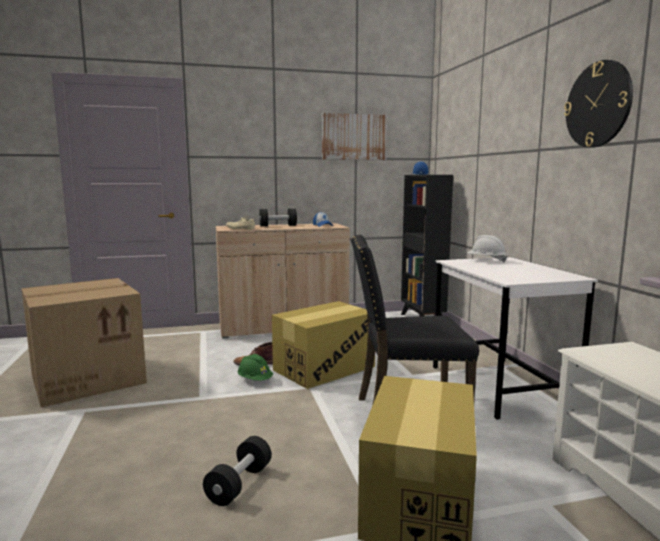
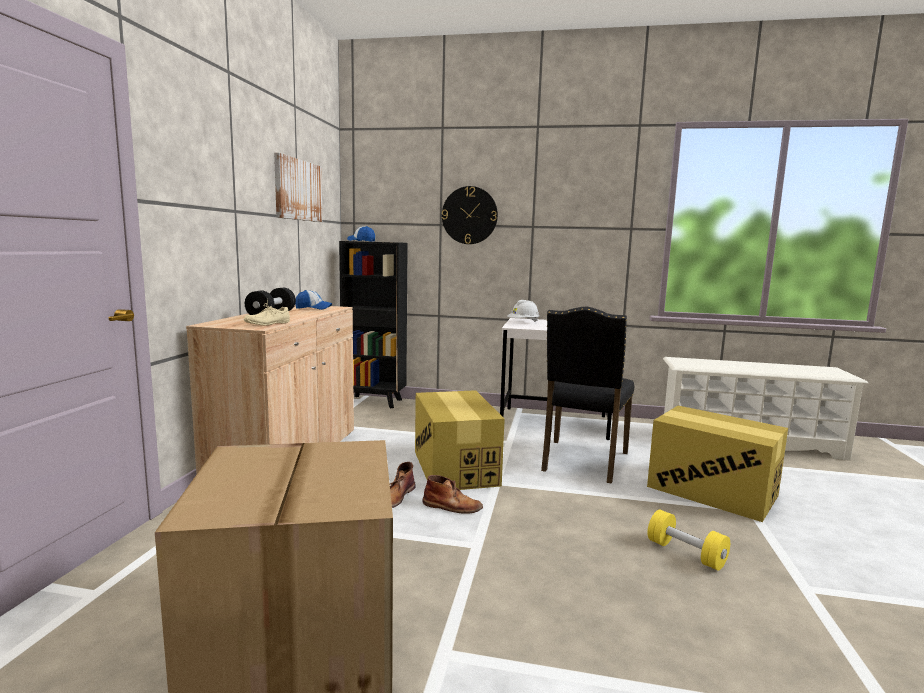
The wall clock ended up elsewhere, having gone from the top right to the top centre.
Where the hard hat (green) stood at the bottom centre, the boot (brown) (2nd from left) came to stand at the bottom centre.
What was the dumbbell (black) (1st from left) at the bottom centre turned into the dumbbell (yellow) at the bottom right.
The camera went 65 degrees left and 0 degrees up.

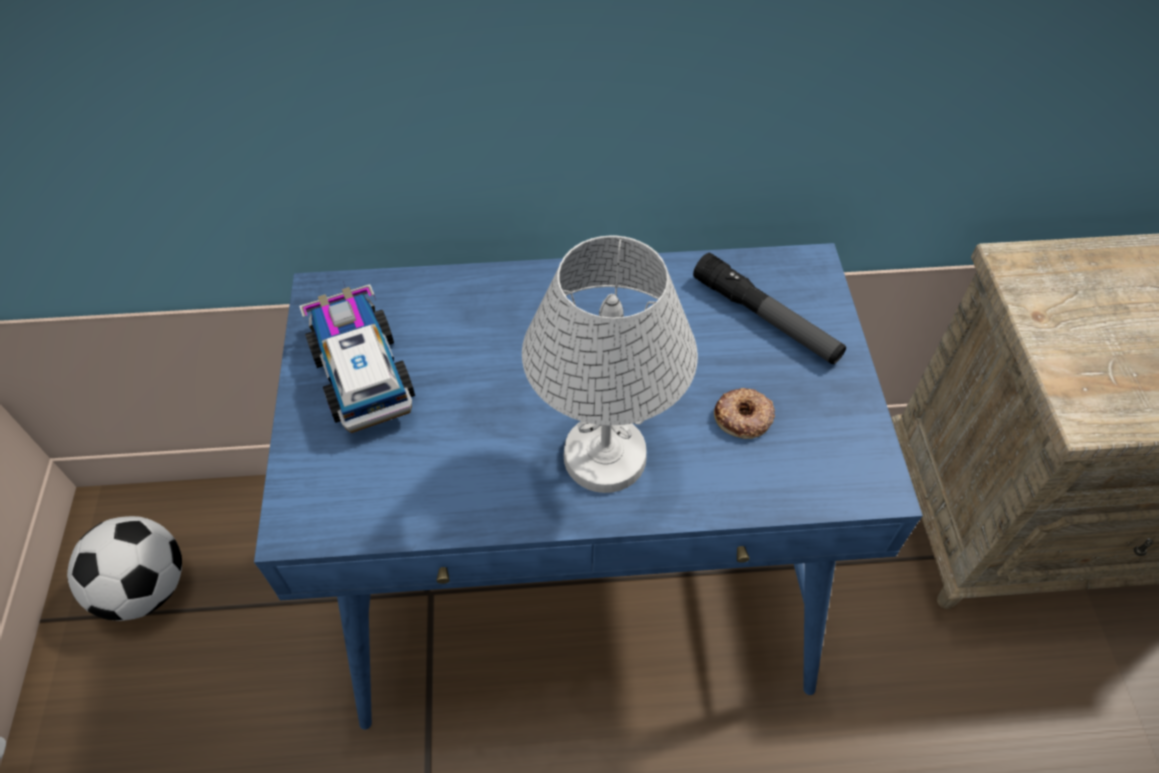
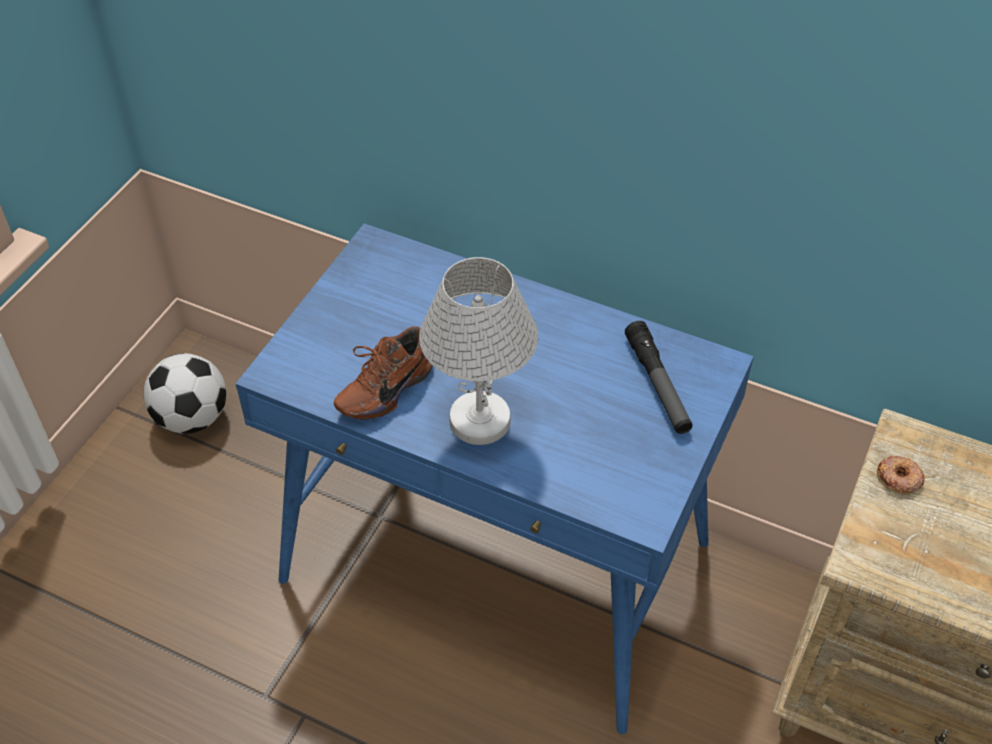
The second view lost the toy truck at the middle left.
The second view gained the shoe (brown) at the centre.
The donut ended up elsewhere, having gone from the centre to the middle right.
The camera went 30 degrees right and 5 degrees down.

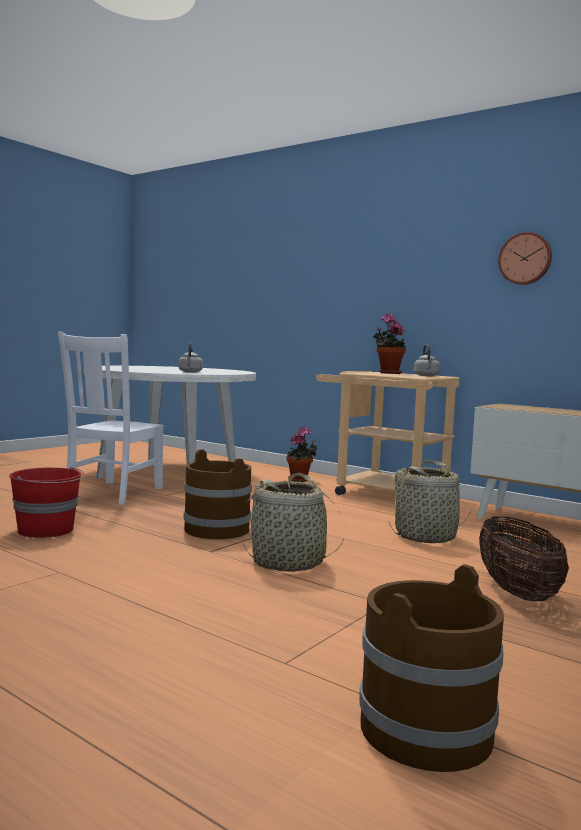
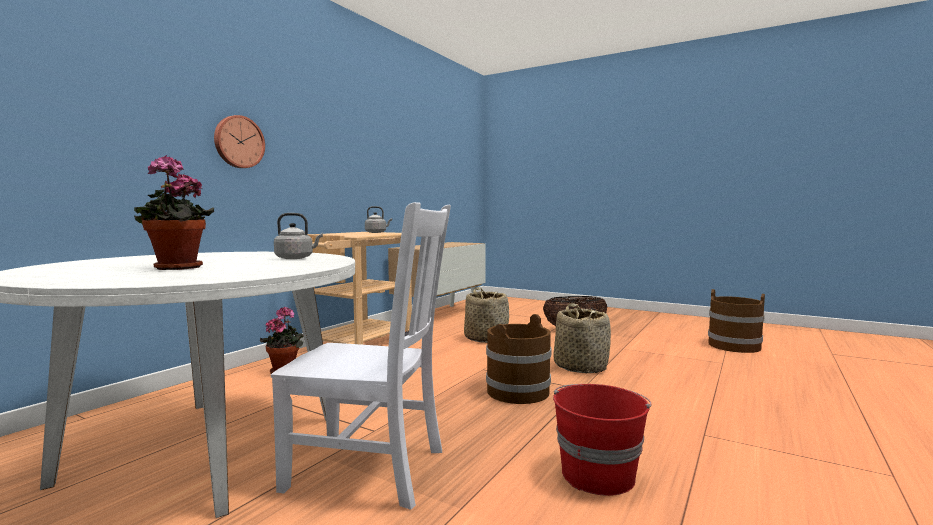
The potted plant (2nd from left in the first image) ended up elsewhere, having gone from the middle right to the middle left.
The wall clock ended up elsewhere, having gone from the top right to the top left.
The camera went 95 degrees left and 0 degrees up.

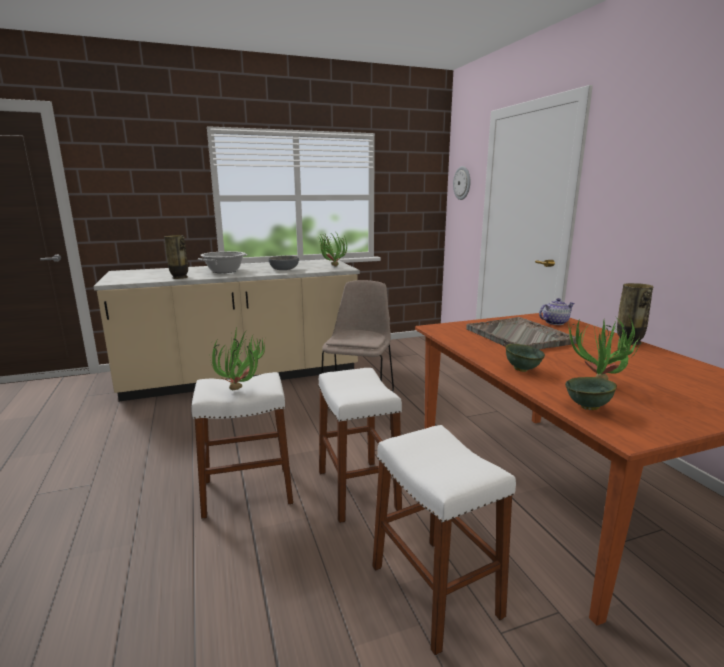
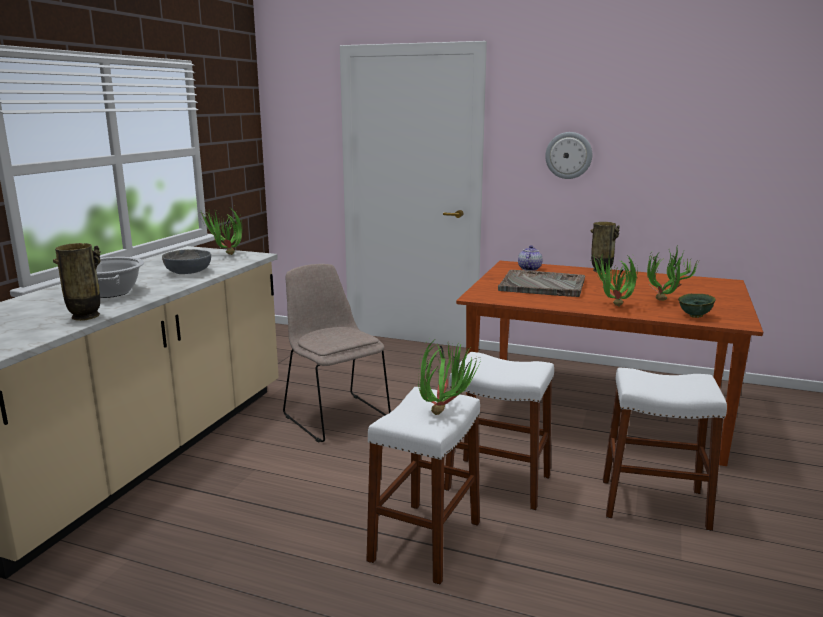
The wall clock ended up elsewhere, having gone from the top centre to the top right.
Where the bowl (green) (1st from left) stood at the middle right, the potted plant (3rd from left) came to stand at the middle right.
The camera went 50 degrees left and 0 degrees up.

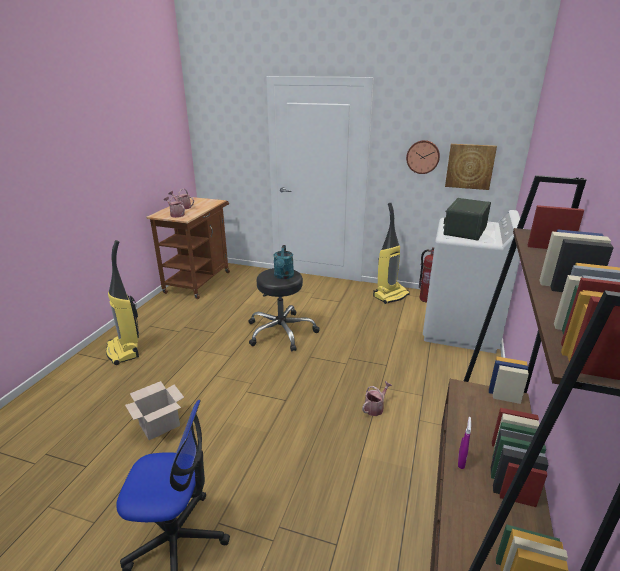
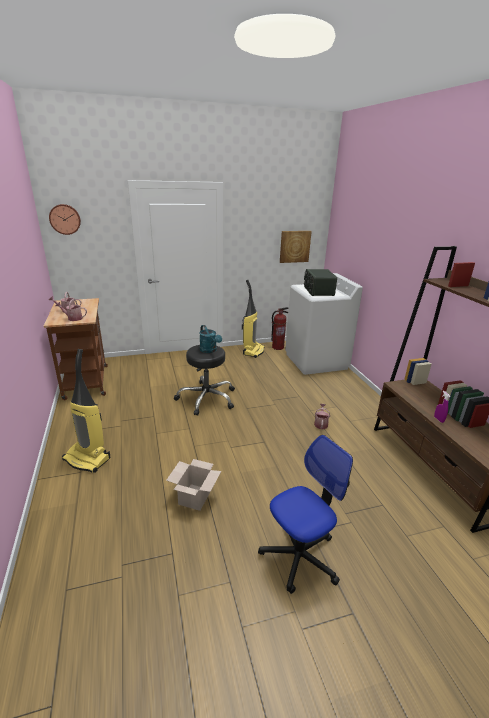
The wall clock ended up elsewhere, having gone from the top right to the top left.
The camera went 35 degrees left and 0 degrees up.

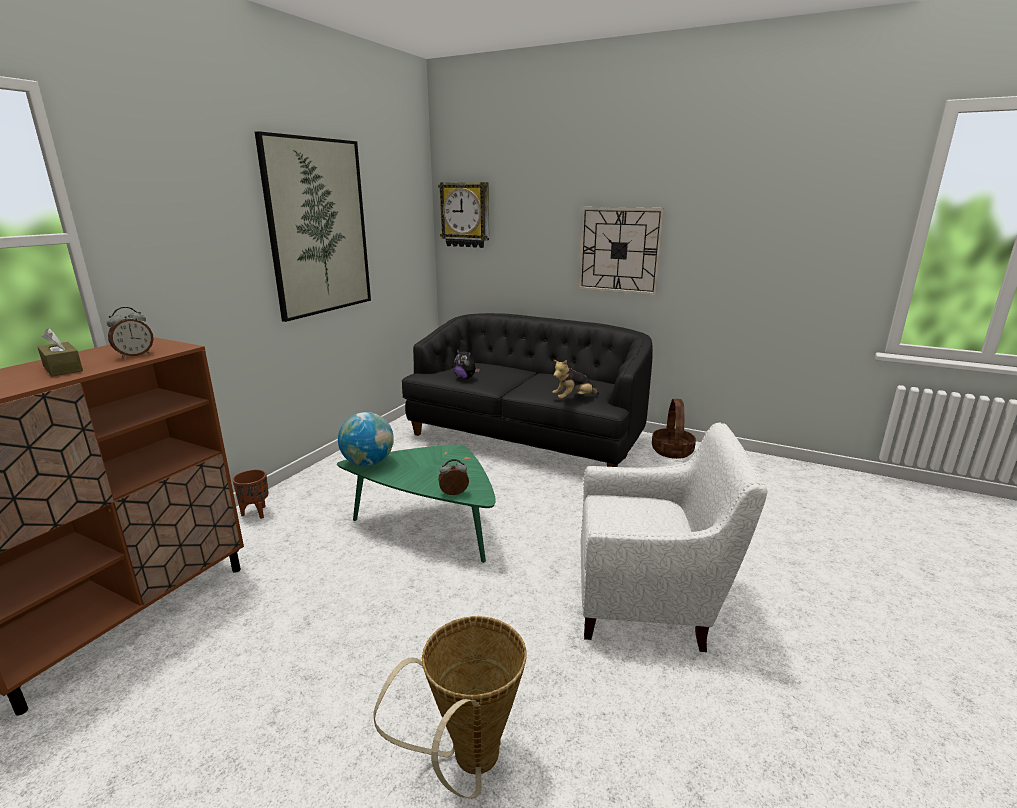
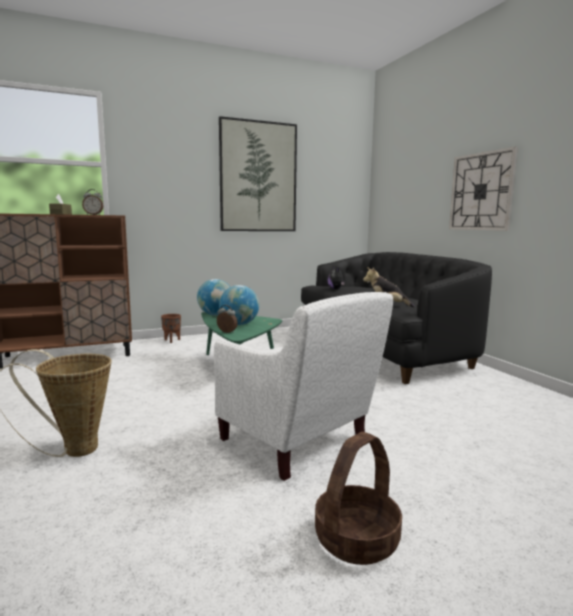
The second view lost the wall clock (1st from left) at the top centre.
The second view gained the globe (2nd from left) at the centre.
The basket (2nd from left) ended up elsewhere, having gone from the centre to the bottom centre.
The camera went 40 degrees right and 10 degrees down.

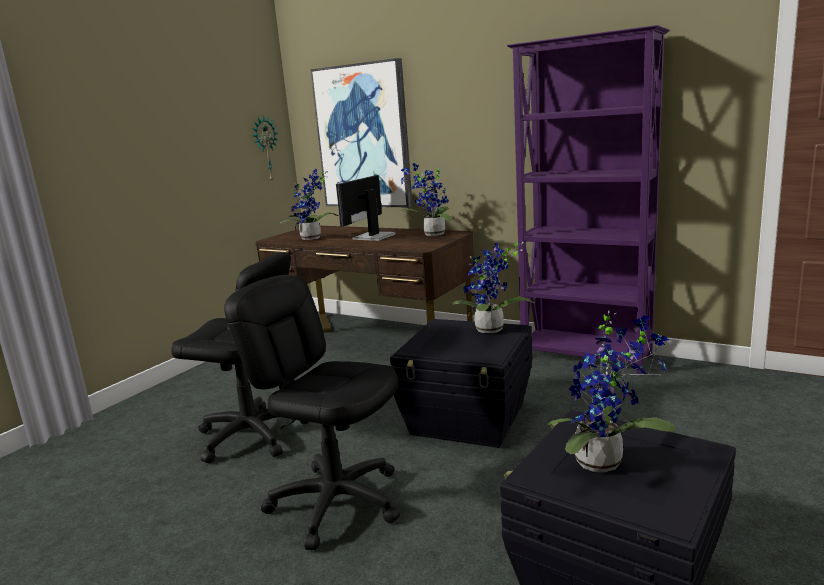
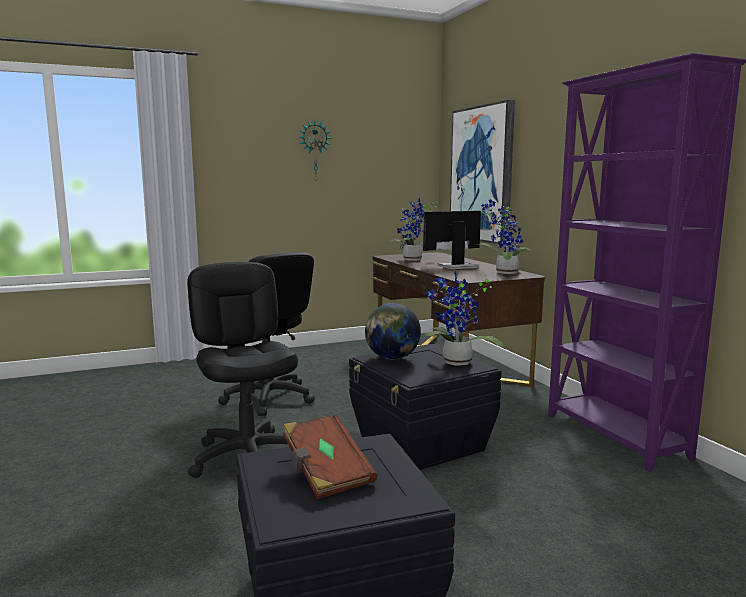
The second view gained the globe at the centre.
The wall clock ended up elsewhere, having gone from the top left to the top centre.
Where the potted plant (4th from left) stood at the bottom right, the book (brown) came to stand at the bottom centre.
The camera went 35 degrees right and 5 degrees down.

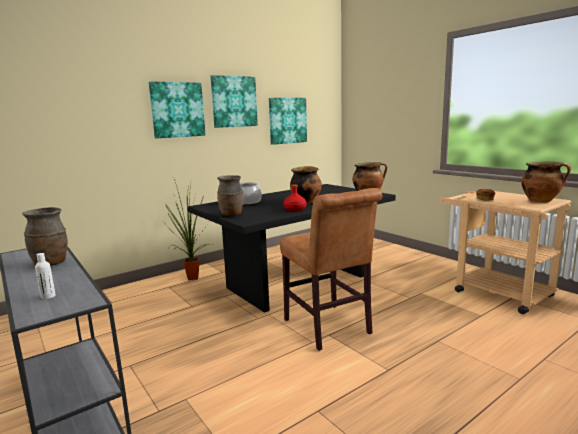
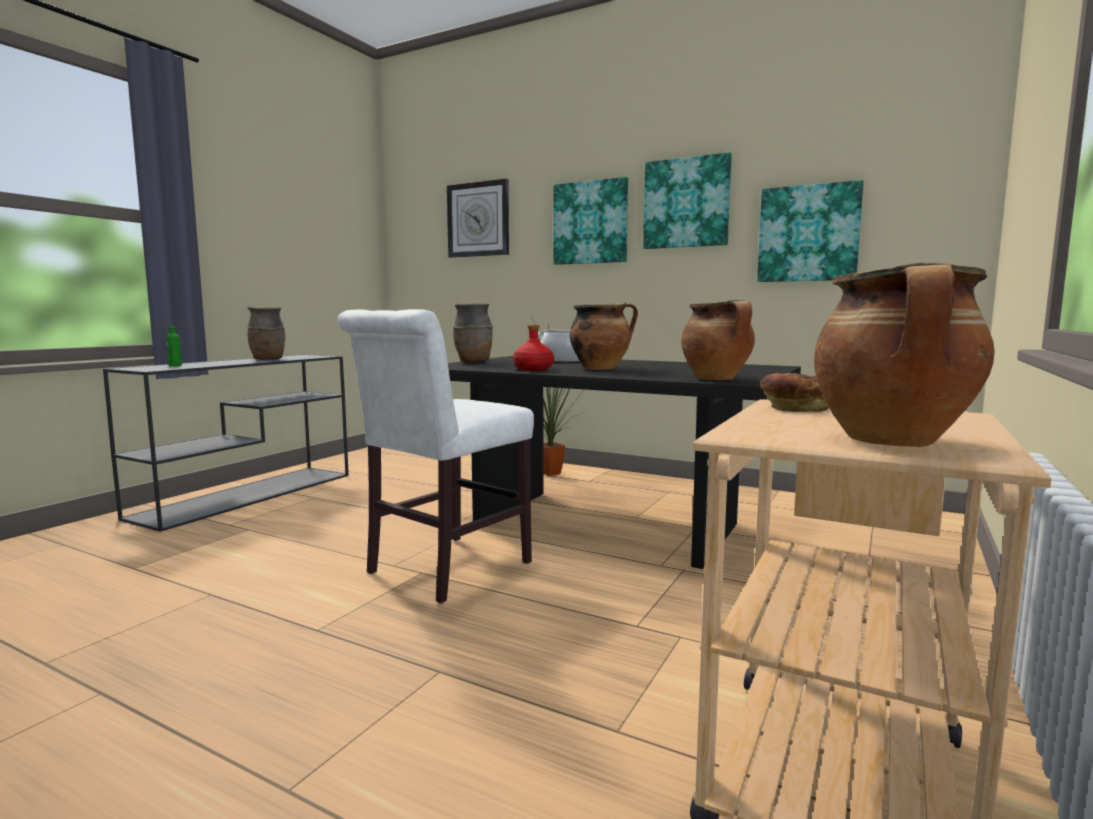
The second view gained the wall clock at the top centre.
What was the bottle (white) at the middle left turned into the bottle (green) at the middle left.
What was the chair (brown) at the centre turned into the chair (white) at the centre.
The camera went 65 degrees right and 5 degrees down.

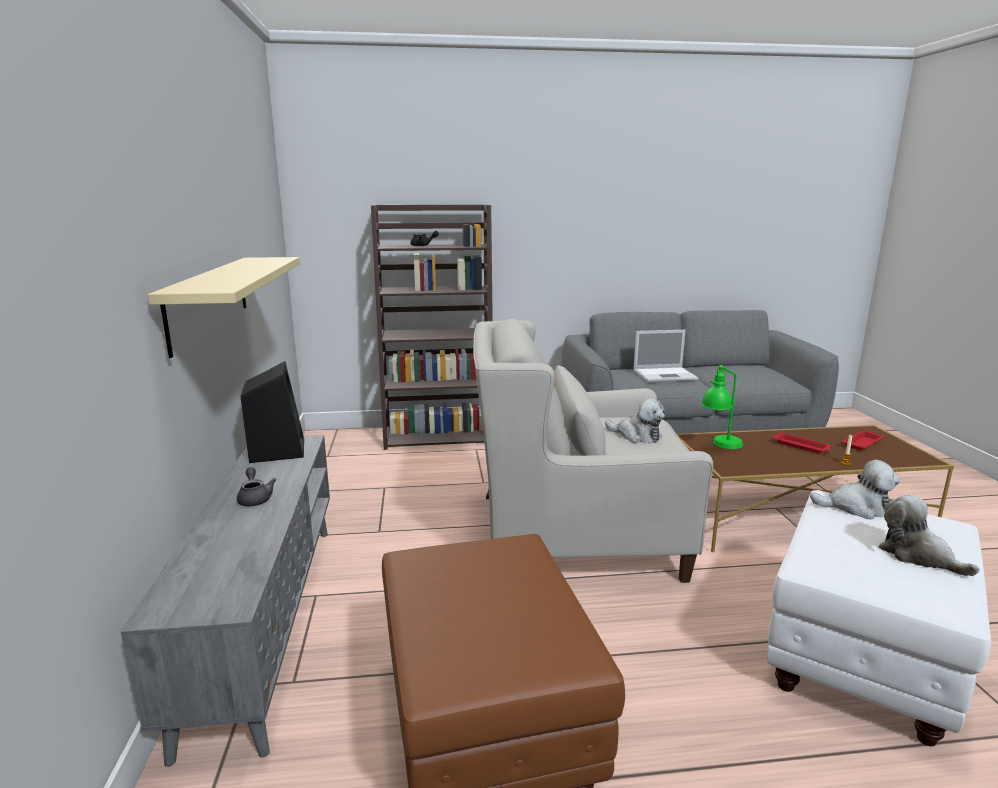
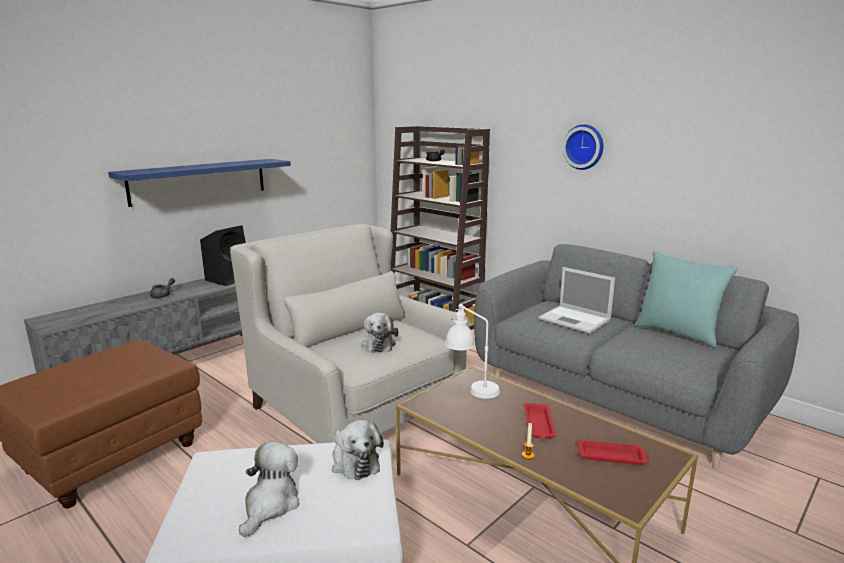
The second view gained the wall clock at the top right.
The second view gained the pillow (turquoise) at the middle right.
What was the shelf (beige) at the middle left turned into the shelf (blue) at the top left.
What was the table lamp (green) at the middle right turned into the table lamp (white) at the centre.
The camera went 50 degrees right and 0 degrees up.

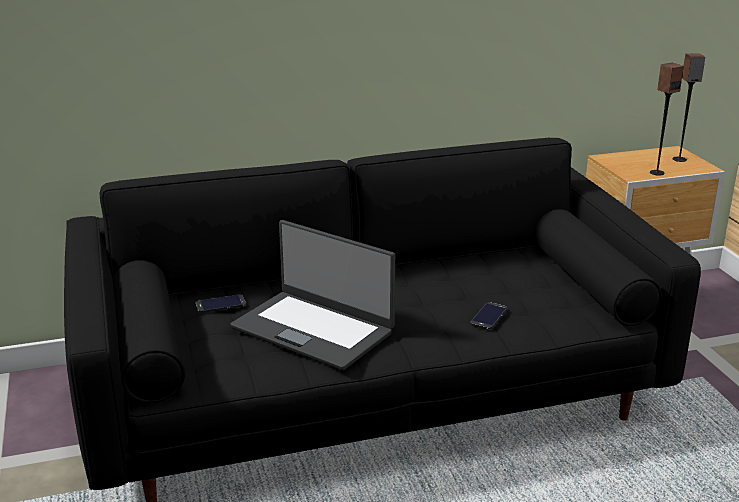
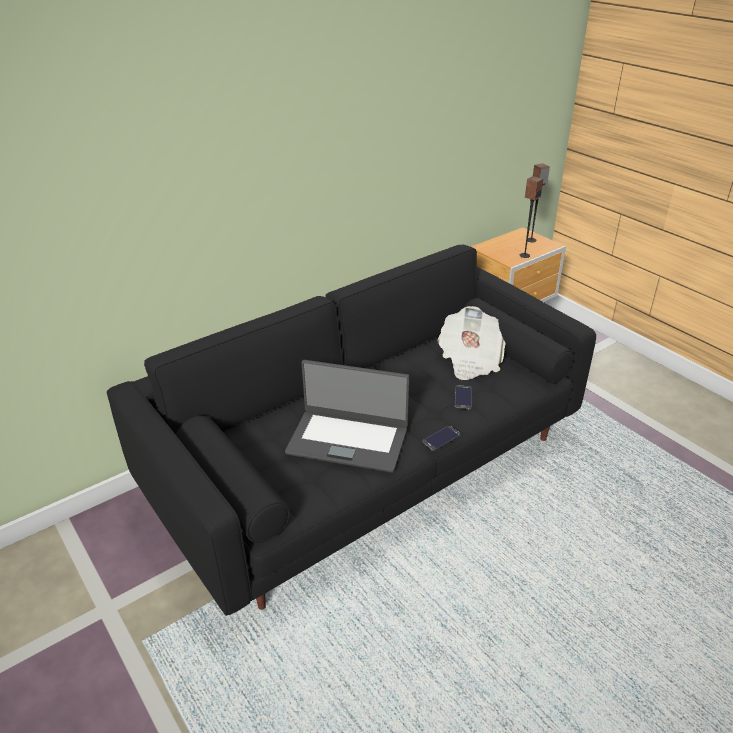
The second view gained the newspaper at the centre.
The phone (1st from left) ended up elsewhere, having gone from the middle left to the centre.
The camera went 20 degrees left and 10 degrees up.

